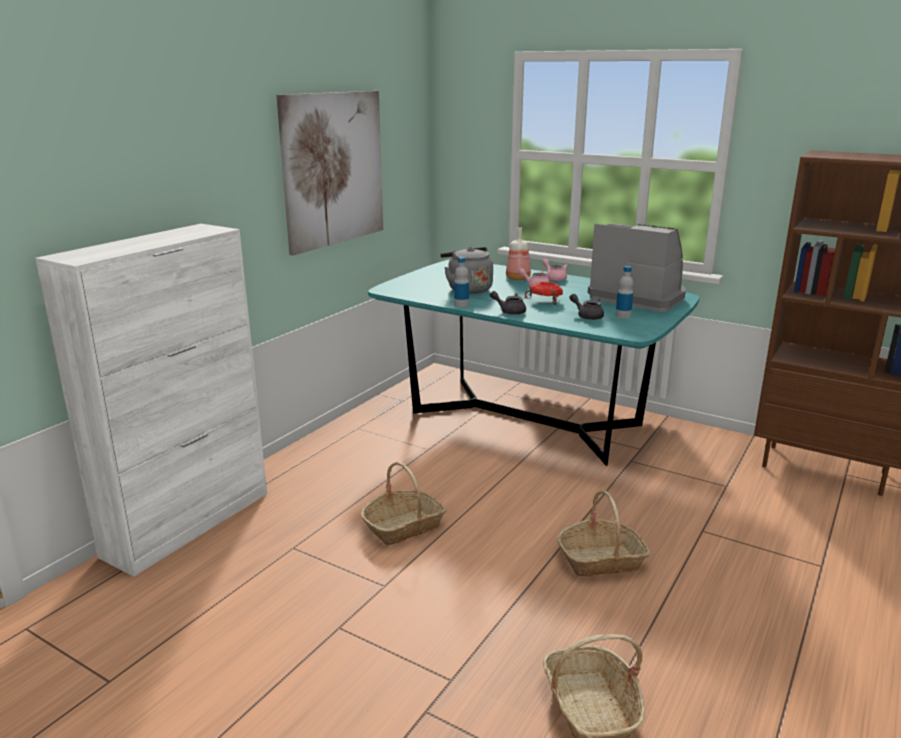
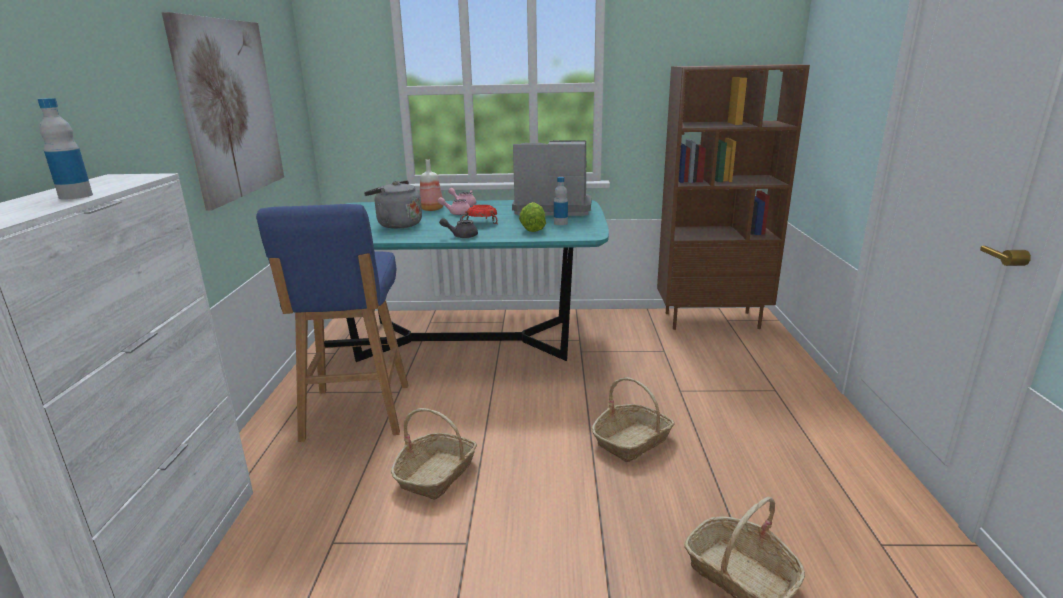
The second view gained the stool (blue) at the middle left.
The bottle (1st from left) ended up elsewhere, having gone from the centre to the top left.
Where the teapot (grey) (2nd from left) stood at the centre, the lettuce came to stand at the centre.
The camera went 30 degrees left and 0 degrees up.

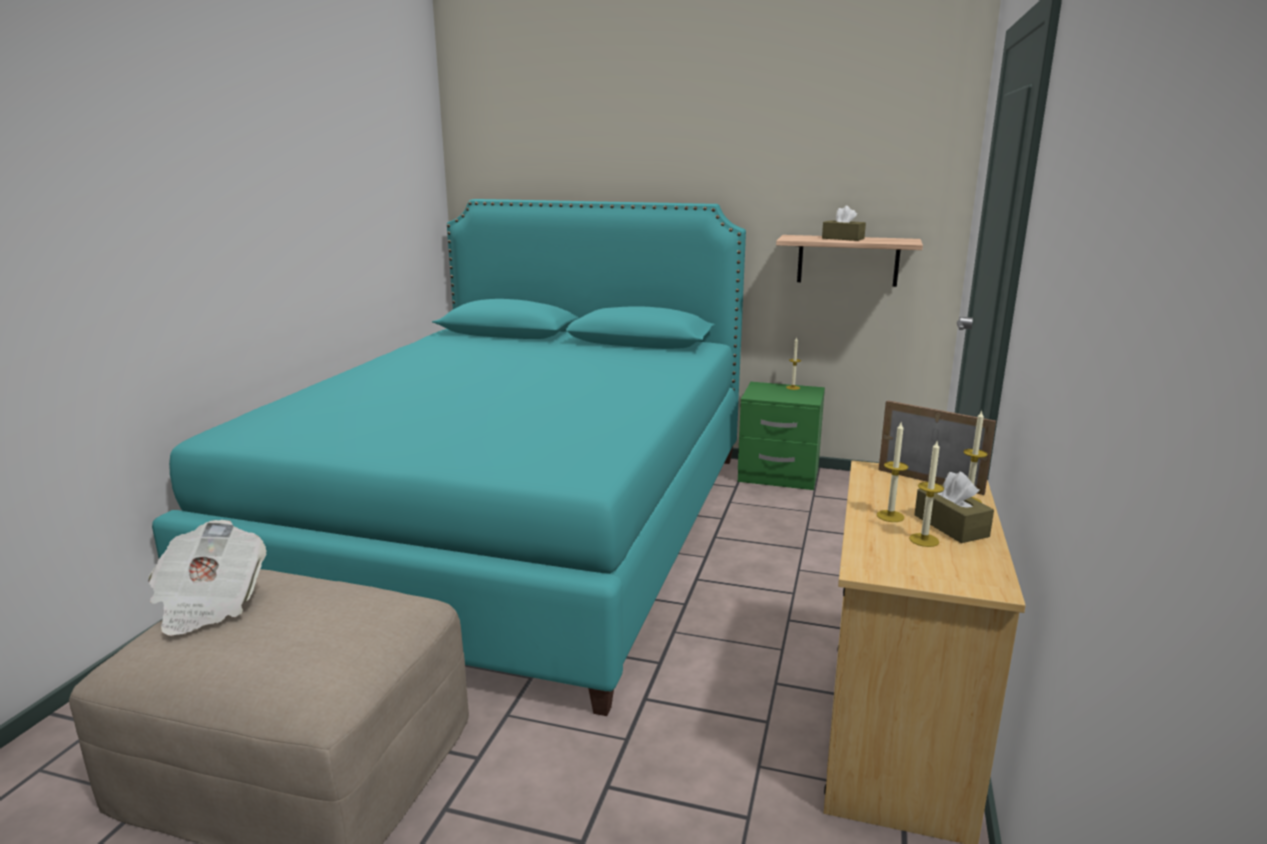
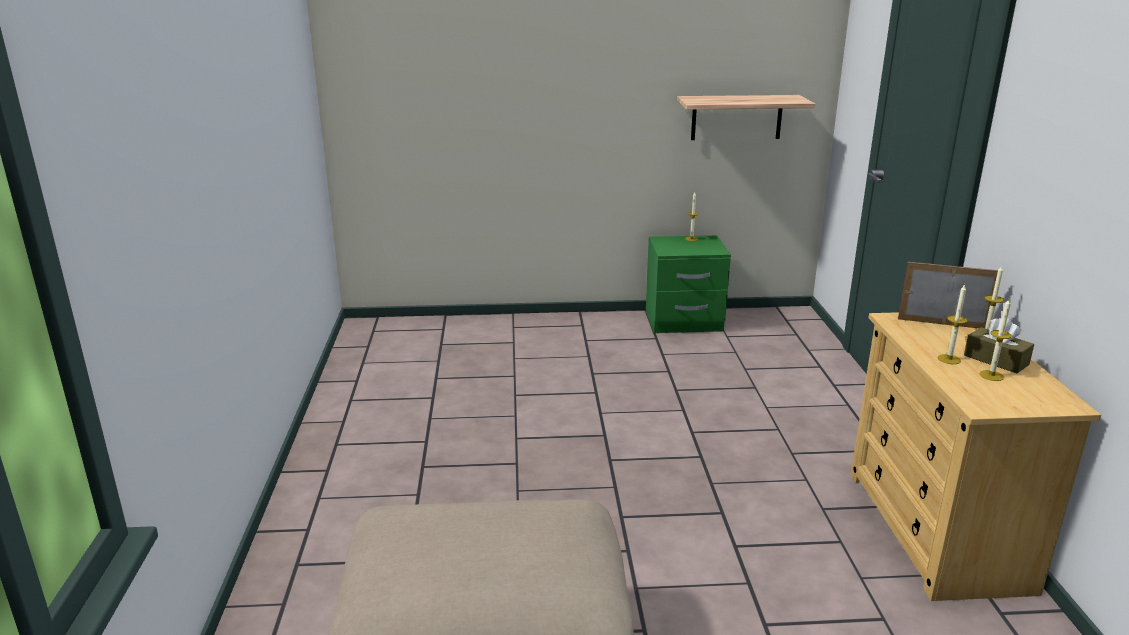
The second view lost the newspaper at the bottom left.
The second view lost the bed (turquoise) at the centre.
The second view lost the tissue box (brown) (1st from left) at the top centre.
The camera went 20 degrees left and 5 degrees up.

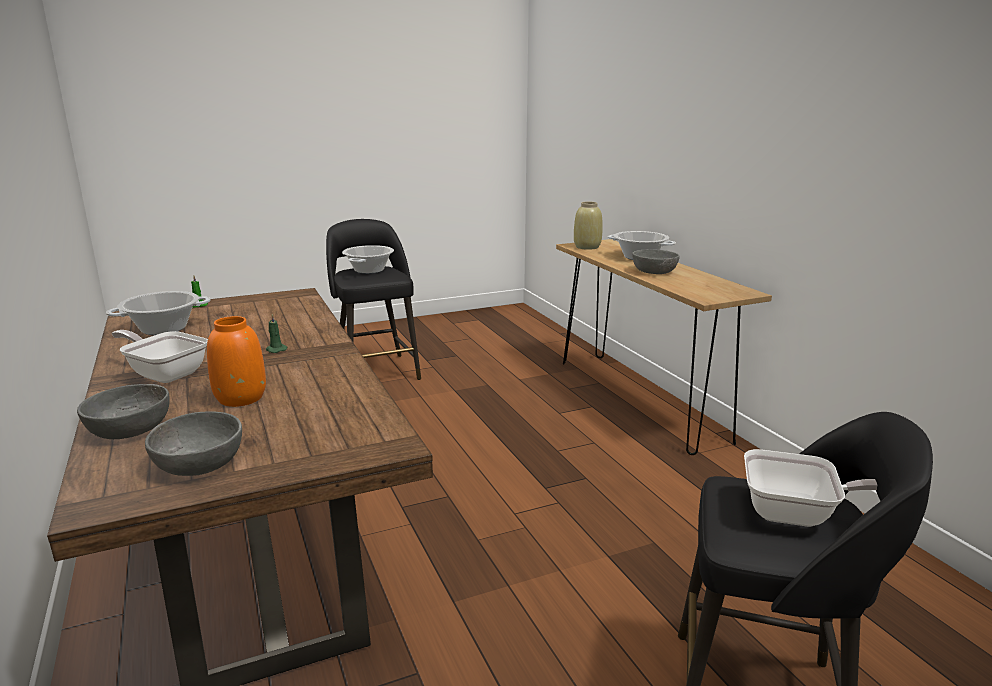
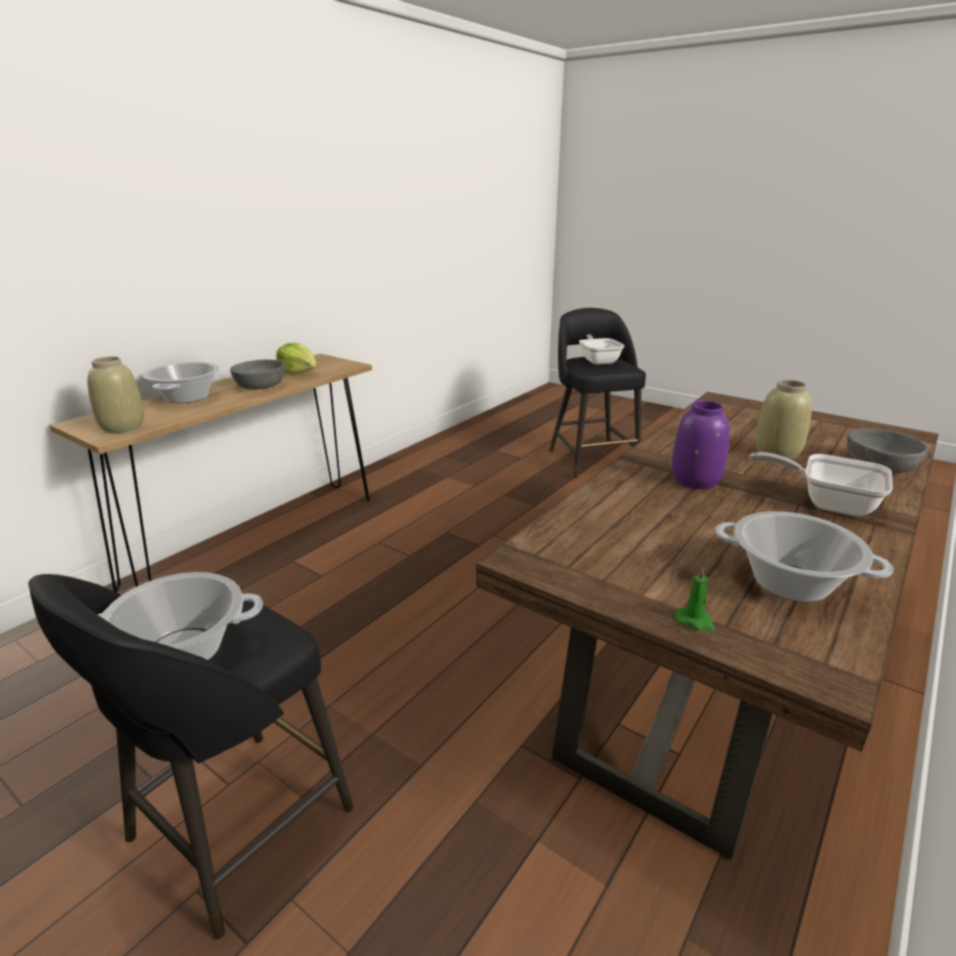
The second view lost the bowl (grey) (2nd from left) at the middle left.
The second view gained the lettuce at the middle left.
Where the candle (green) (2nd from left) stood at the middle left, the vase (purple) came to stand at the middle right.
What was the vase (orange) at the middle left turned into the vase (beige) (2nd from left) at the middle right.
The frying pan (1st from left in the first image) at the middle left ended up facing another way, 120 degrees clockwise from before.
The camera went 120 degrees left and 5 degrees up.

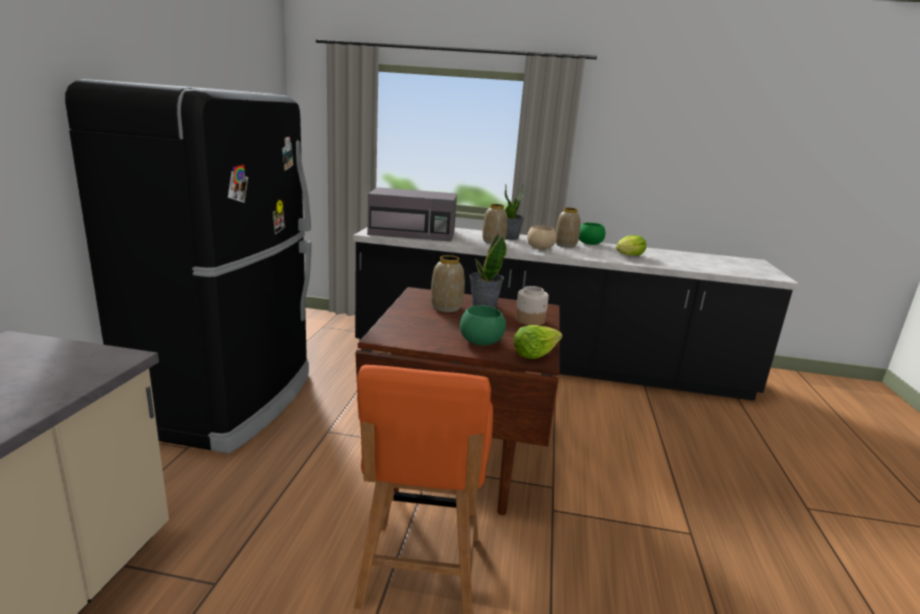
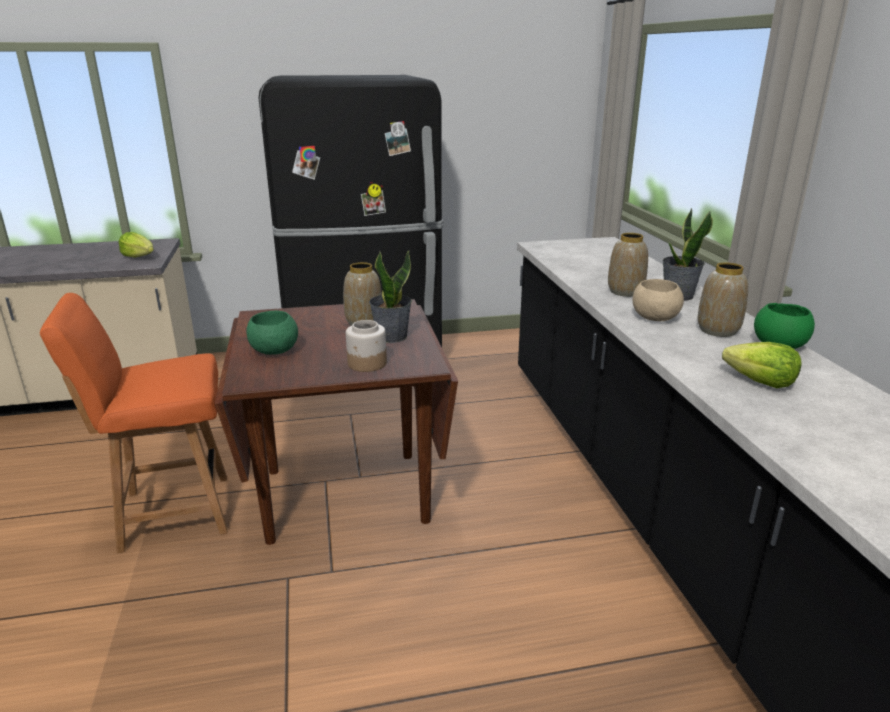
The second view lost the microwave (grey) at the centre.
The lettuce (1st from left) ended up elsewhere, having gone from the centre to the middle left.
The camera went 70 degrees right and 5 degrees up.

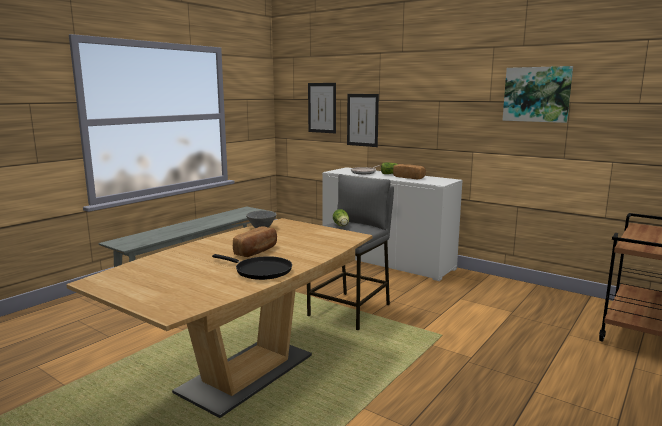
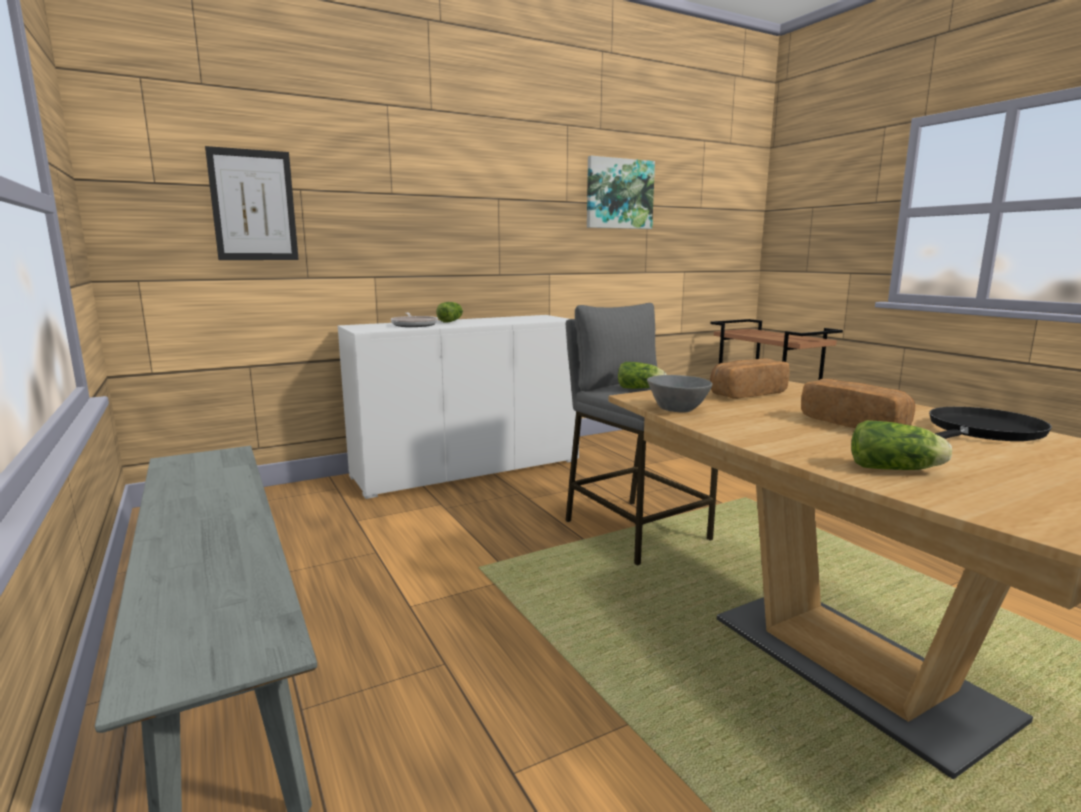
The second view lost the picture (2nd from left) at the top centre.
The second view gained the lettuce (3rd from left) at the middle right.
The bread (2nd from left in the first image) ended up elsewhere, having gone from the centre to the middle right.
The camera went 65 degrees left and 0 degrees up.

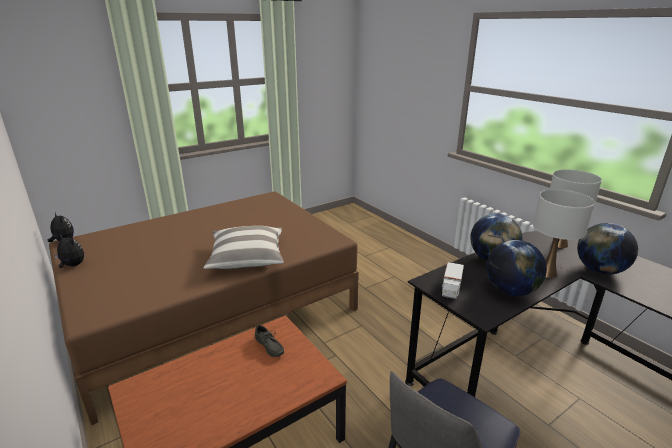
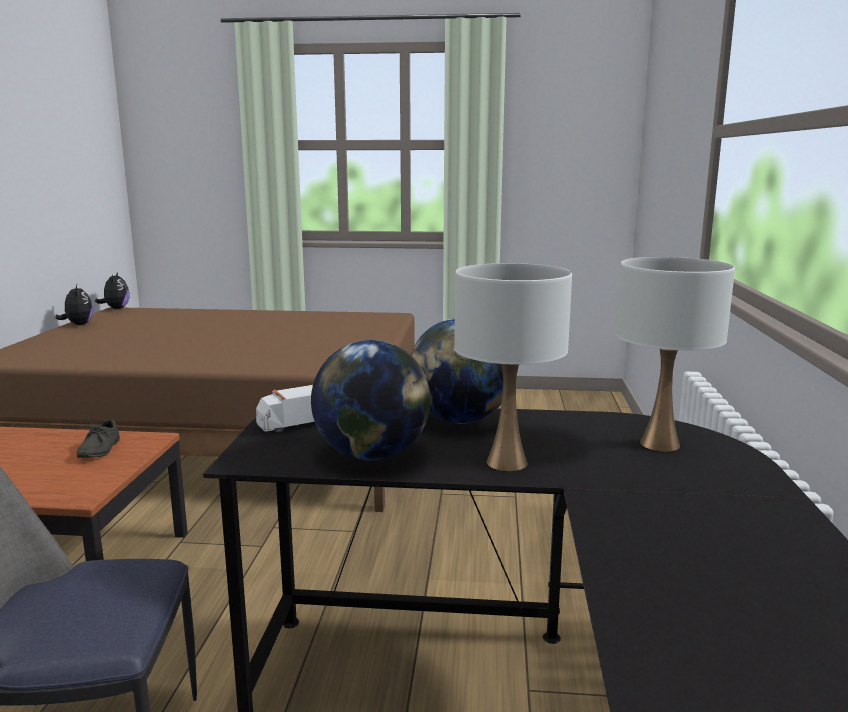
The second view lost the pillow at the centre.
The second view lost the globe (3rd from left) at the middle right.
The camera went 40 degrees right and 10 degrees down.

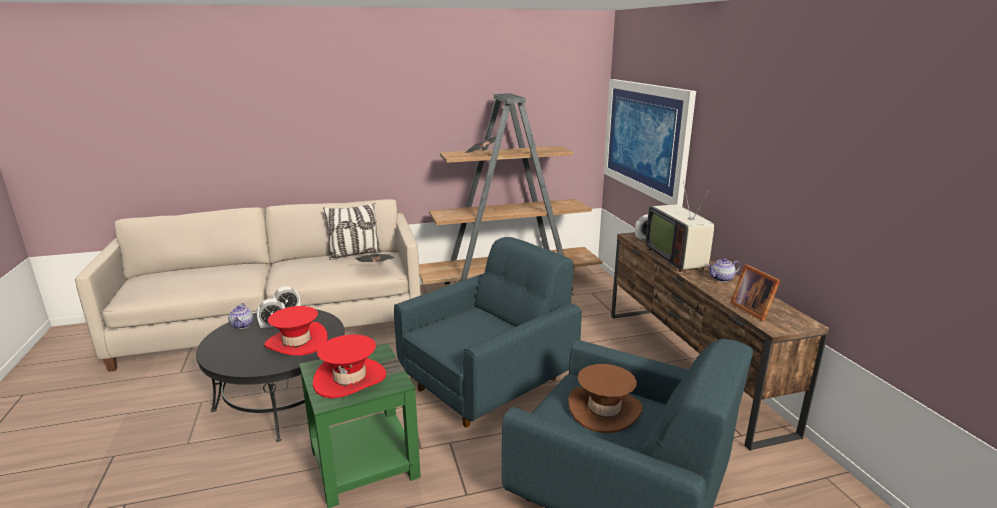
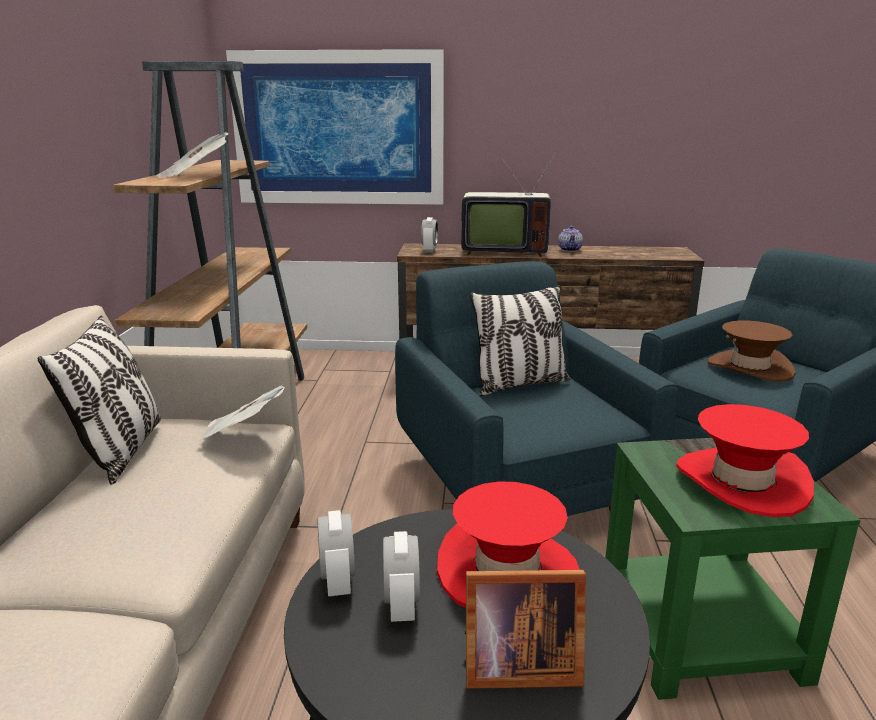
The second view lost the teapot (1st from left) at the middle left.
The second view gained the pillow (2nd from left) at the centre.
The picture frame ended up elsewhere, having gone from the middle right to the bottom centre.
The camera went 70 degrees left and 0 degrees up.

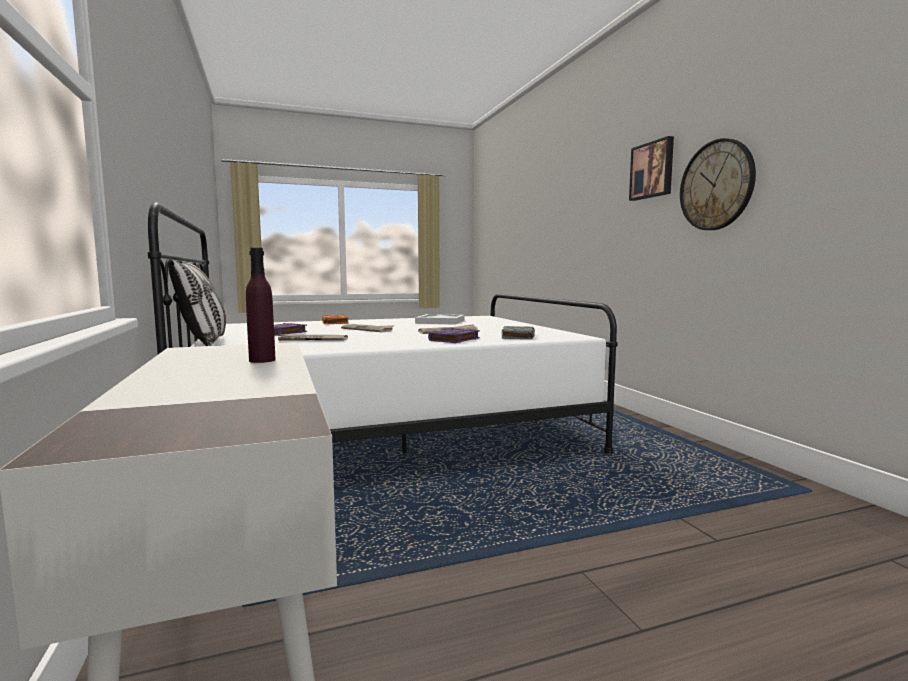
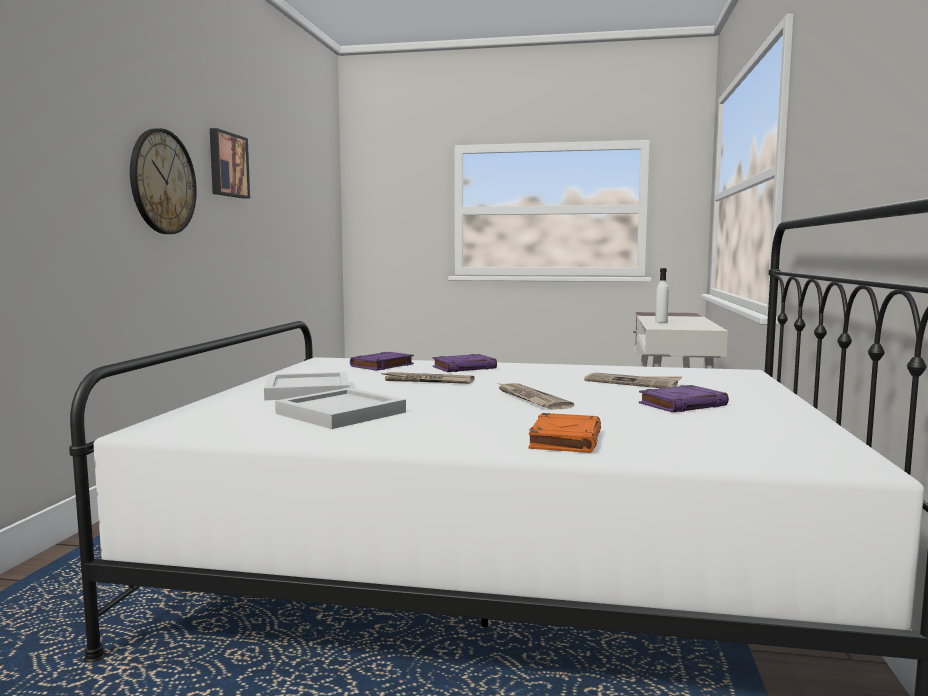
The second view lost the pillow at the middle left.
The second view gained the tray (white) (1st from left) at the middle left.
The picture ended up elsewhere, having gone from the top right to the top left.
What was the bottle (purple) at the middle left turned into the bottle (white) at the middle right.
What was the book (grey) at the centre turned into the book (purple) (1st from left) at the centre.
The camera went 150 degrees left and 0 degrees up.

